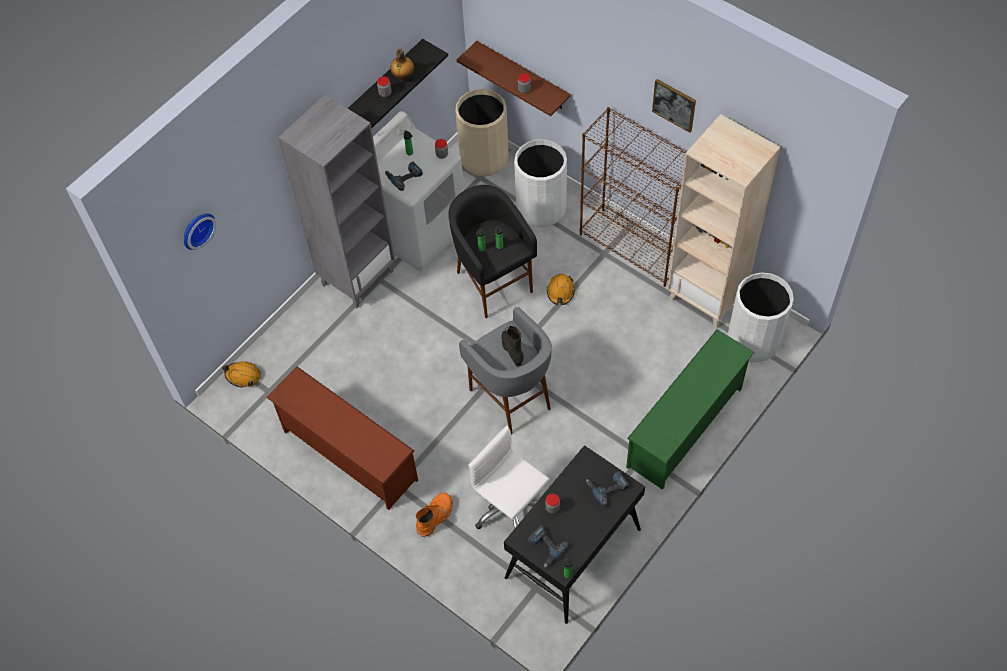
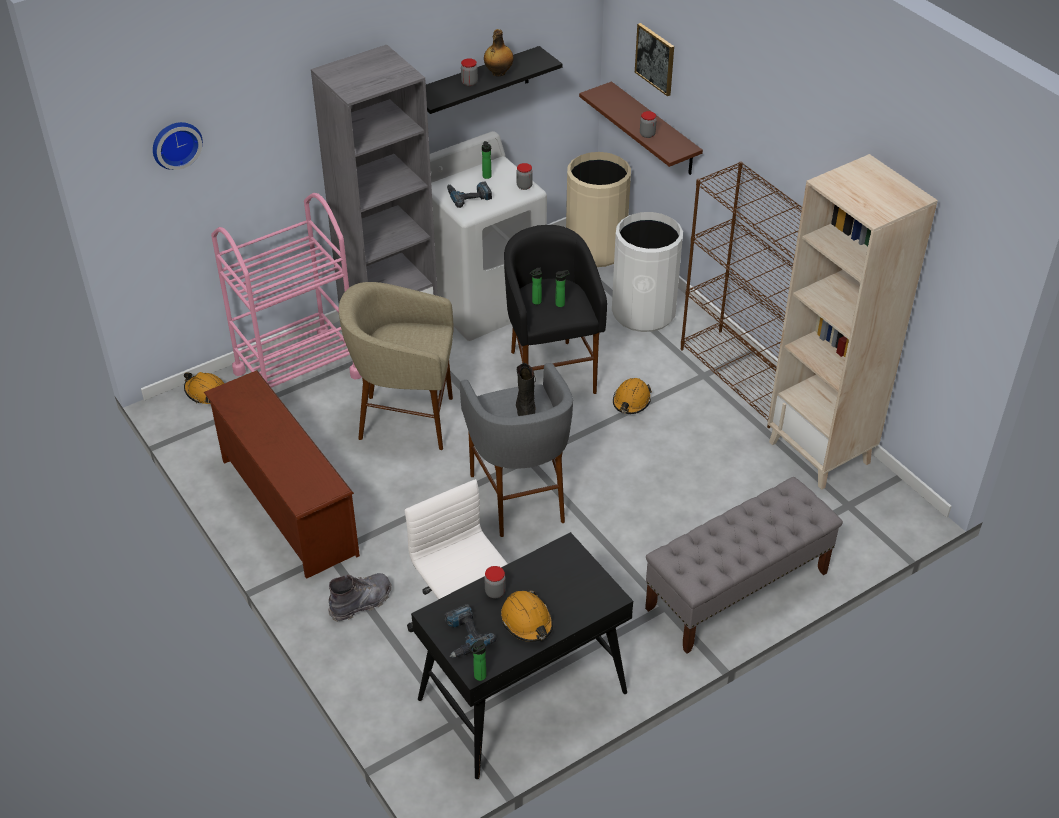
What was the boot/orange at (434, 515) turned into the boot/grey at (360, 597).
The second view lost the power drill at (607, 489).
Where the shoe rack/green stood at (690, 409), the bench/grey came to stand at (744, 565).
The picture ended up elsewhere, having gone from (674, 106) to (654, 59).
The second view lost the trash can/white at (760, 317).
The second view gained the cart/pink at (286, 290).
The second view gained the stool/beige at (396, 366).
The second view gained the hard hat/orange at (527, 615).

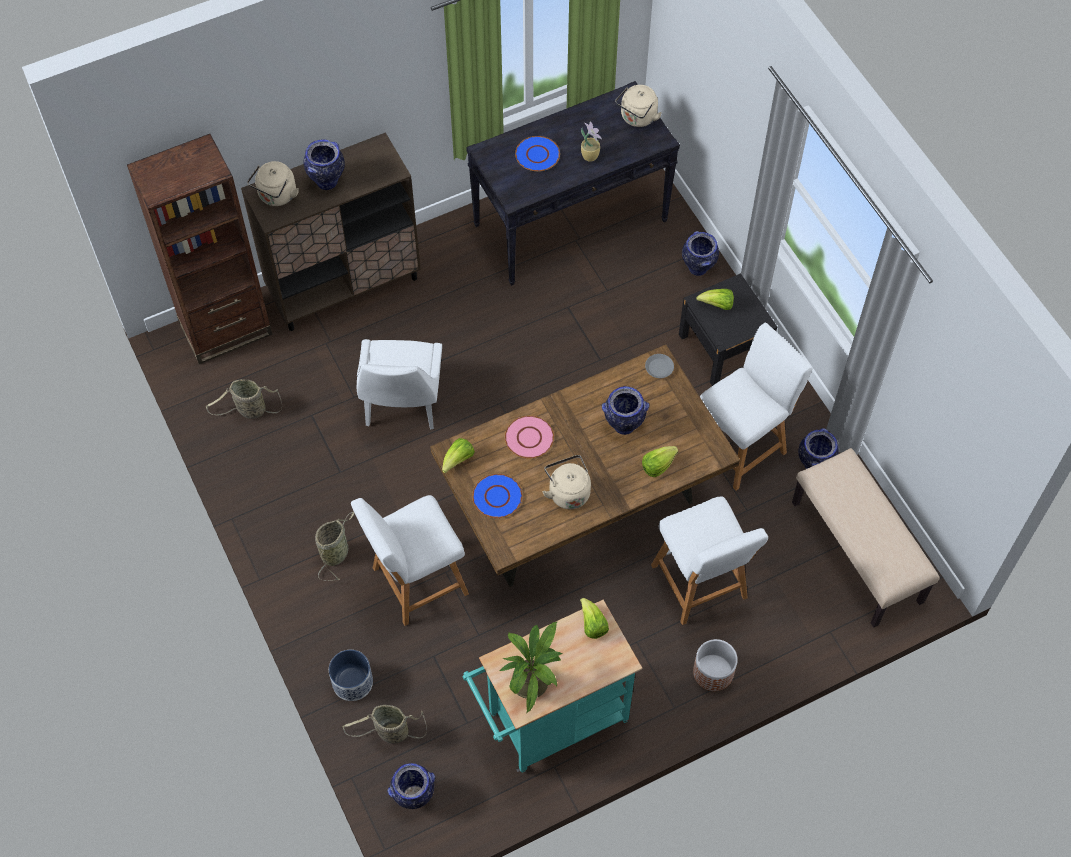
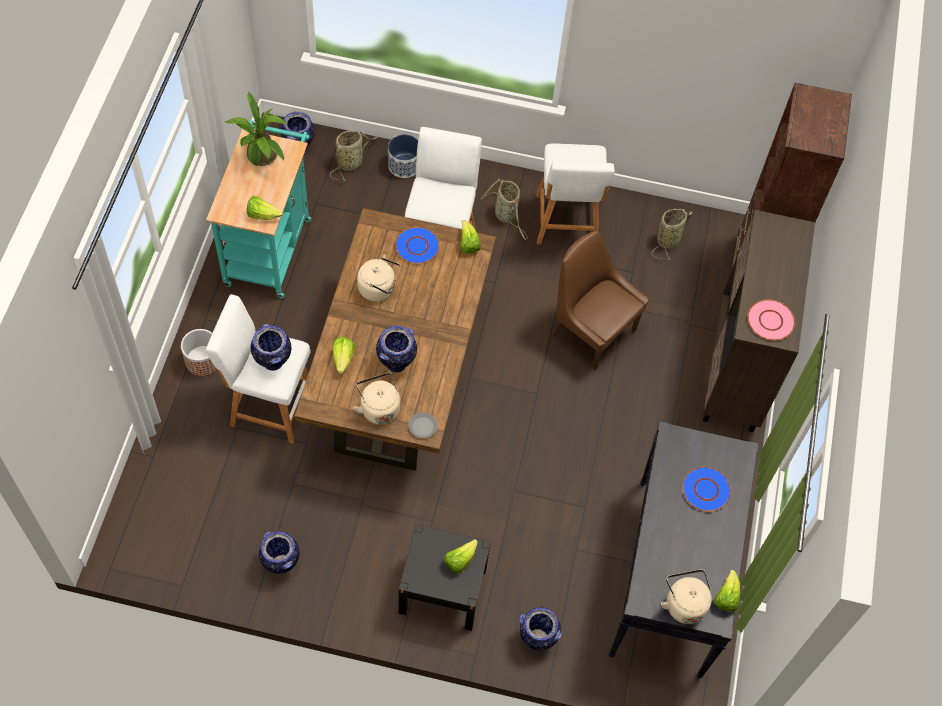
The kettle/beige ended up elsewhere, having gone from (273, 183) to (376, 399).
The vase ended up elsewhere, having gone from (324, 164) to (271, 347).
What was the chair/white at (399, 384) turned into the chair/brown at (601, 300).
The plate/pink ended up elsewhere, having gone from (529, 437) to (771, 320).
The second view lost the potted plant at (591, 142).
The stool/white ended up elsewhere, having gone from (756, 406) to (575, 193).
The second view lost the bench/beige at (865, 538).
The second view gained the lettuce at (727, 591).

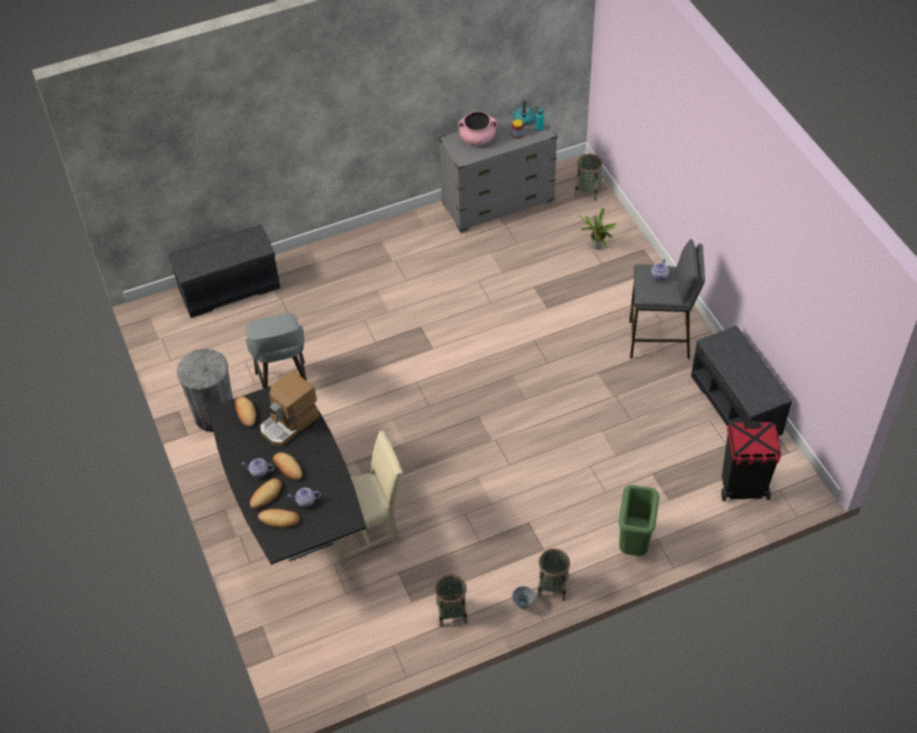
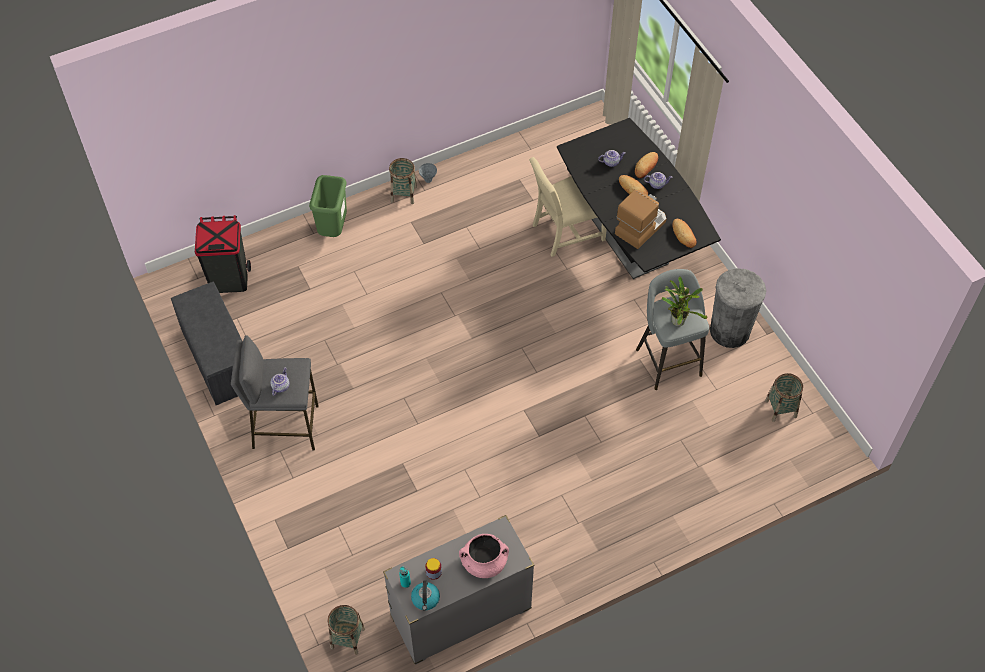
The second view lost the bench/grey at (224, 271).
The second view lost the bread at (279, 518).
The basket ended up elsewhere, having gone from (451, 601) to (784, 397).
The potted plant ended up elsewhere, having gone from (597, 228) to (684, 301).

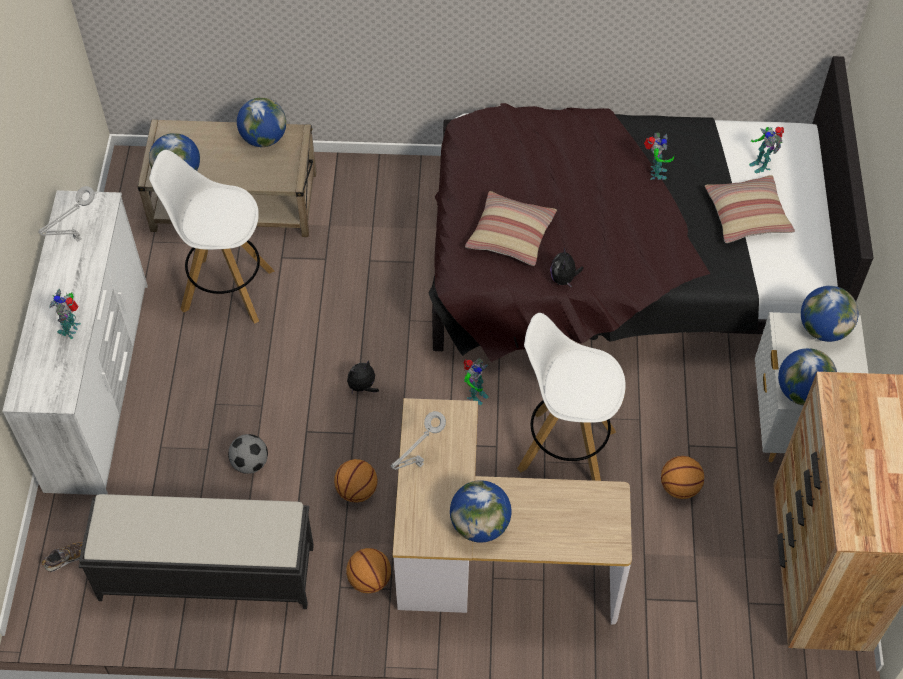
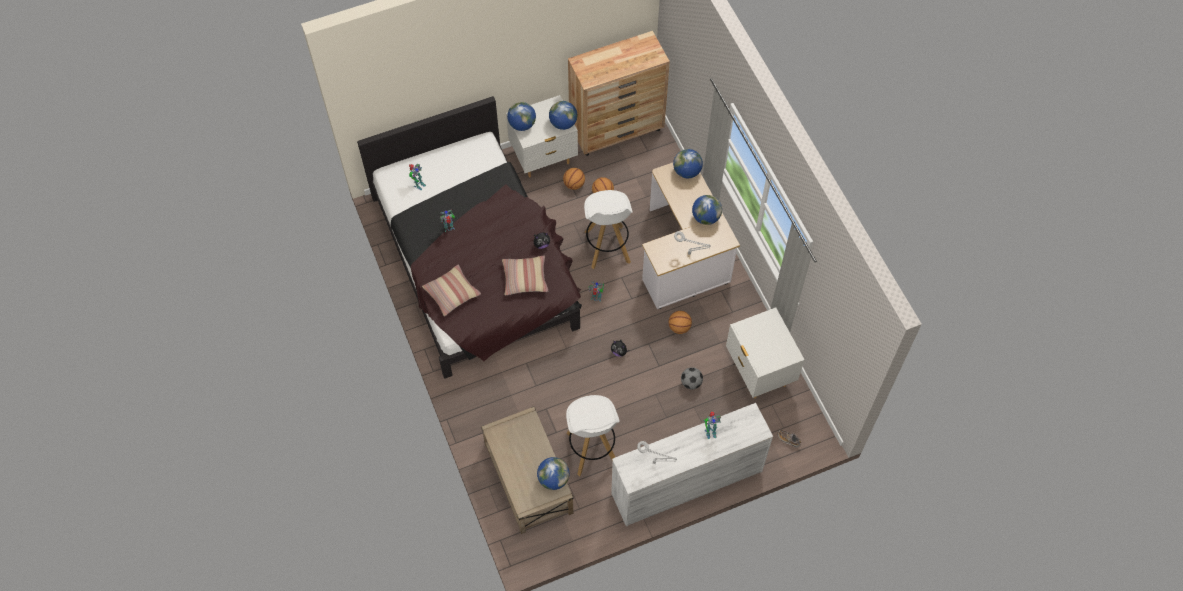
Where the bench/black stood at (196, 551), the nightstand/white came to stand at (765, 353).
The globe ended up elsewhere, having gone from (261, 122) to (688, 164).
The basketball ended up elsewhere, having gone from (368, 570) to (574, 179).
The pillow ended up elsewhere, having gone from (750, 209) to (451, 290).

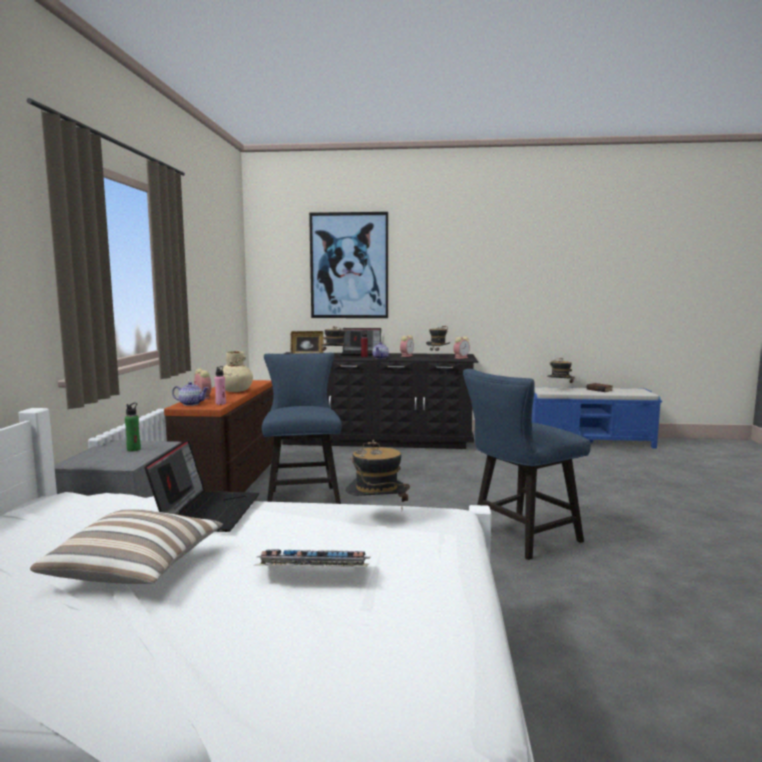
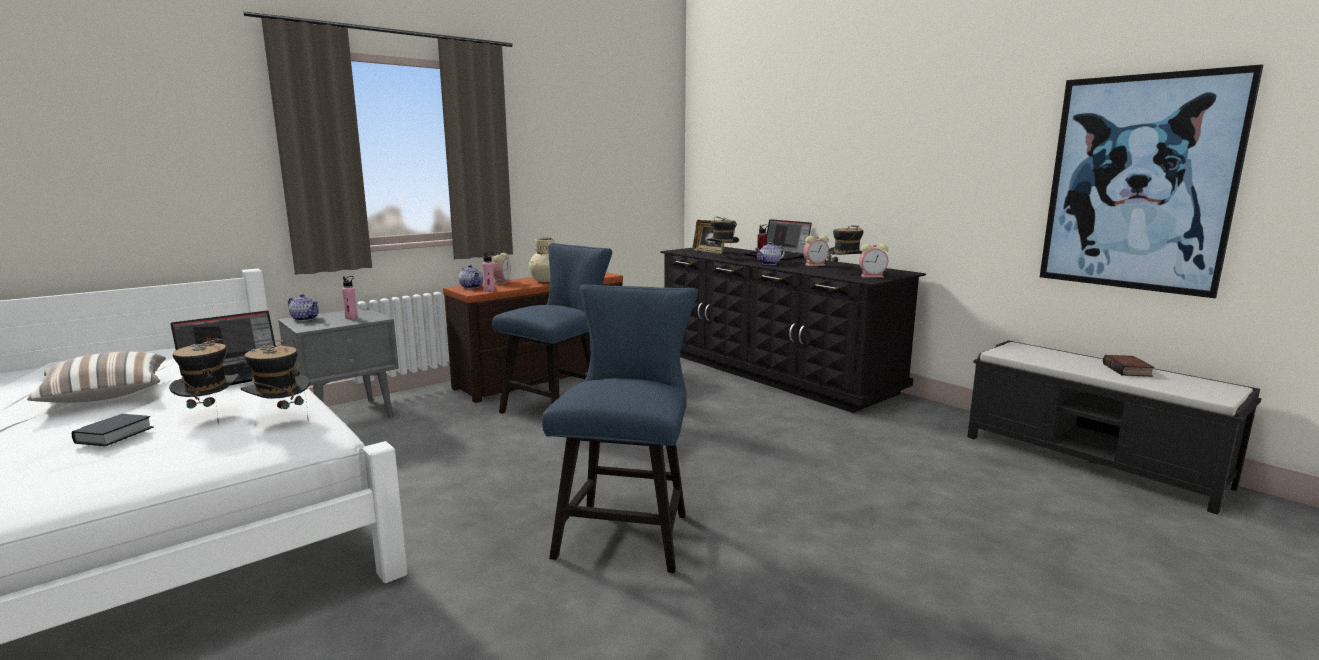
What was the bottle/green at (133, 427) turned into the bottle/pink at (350, 297).
Where the keyboard stood at (312, 558), the book came to stand at (113, 430).
The picture ended up elsewhere, having gone from (348, 265) to (1151, 181).
The chair/blue at (527, 464) ended up facing another way, 90 degrees clockwise from before.
What was the bench/blue at (597, 418) turned into the bench/black at (1114, 427).
The hat ended up elsewhere, having gone from (561, 373) to (204, 381).
The second view gained the teapot at (303, 307).

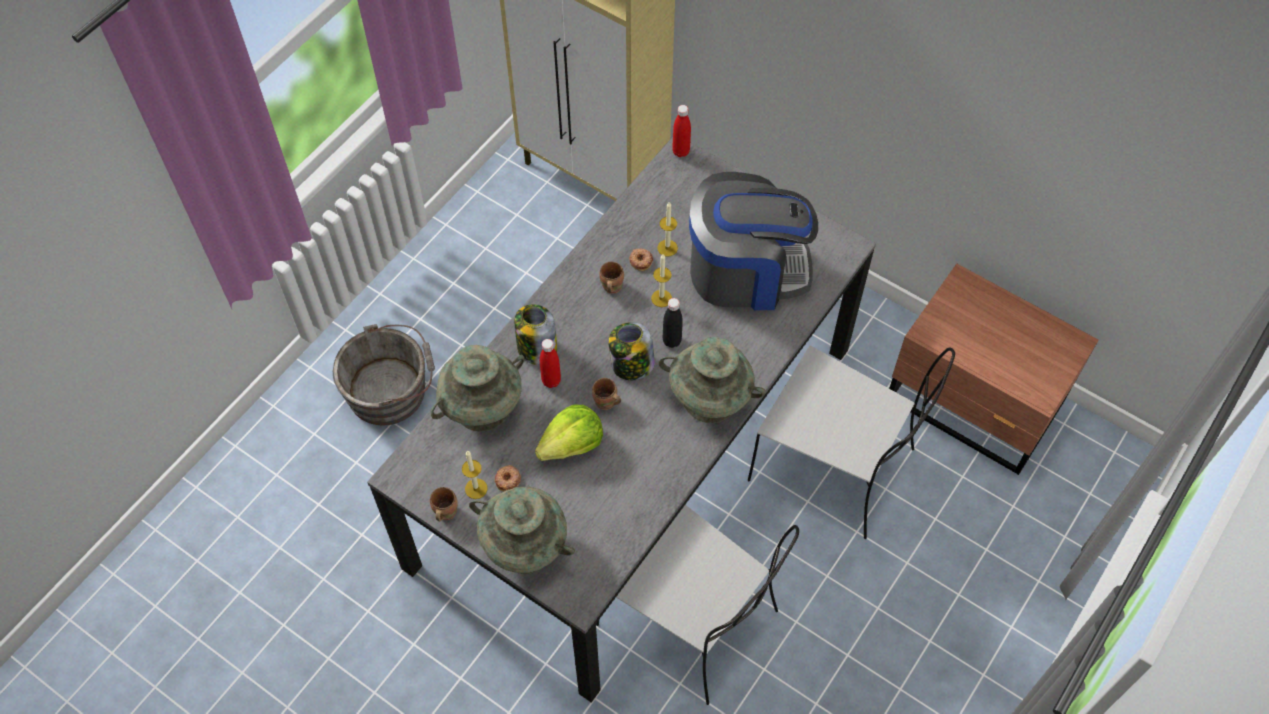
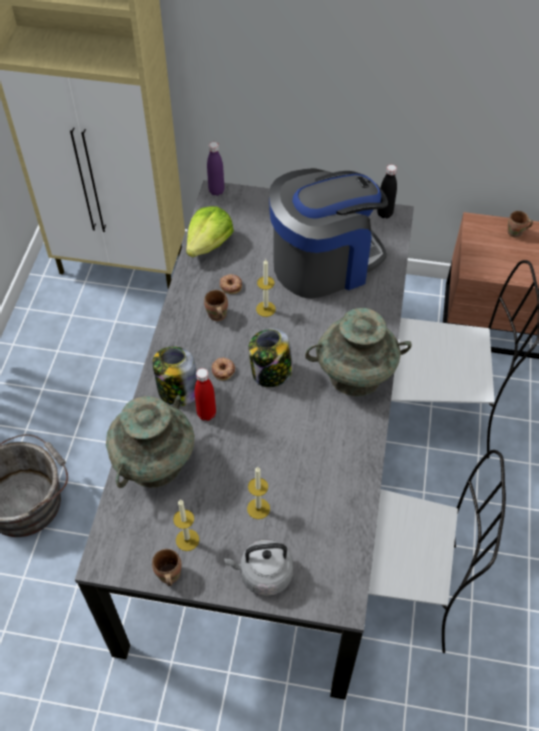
Where the vase/turquoise stood at (522, 530), the kettle/grey came to stand at (258, 567).
The donut ended up elsewhere, having gone from (508, 478) to (223, 369).
The lettuce ended up elsewhere, having gone from (569, 432) to (210, 231).
The mug/brown ended up elsewhere, having gone from (606, 394) to (520, 224).
The candle ended up elsewhere, having gone from (667, 229) to (258, 493).
The bottle/black ended up elsewhere, having gone from (673, 323) to (387, 191).
What was the bottle/red at (681, 131) turned into the bottle/purple at (215, 169).

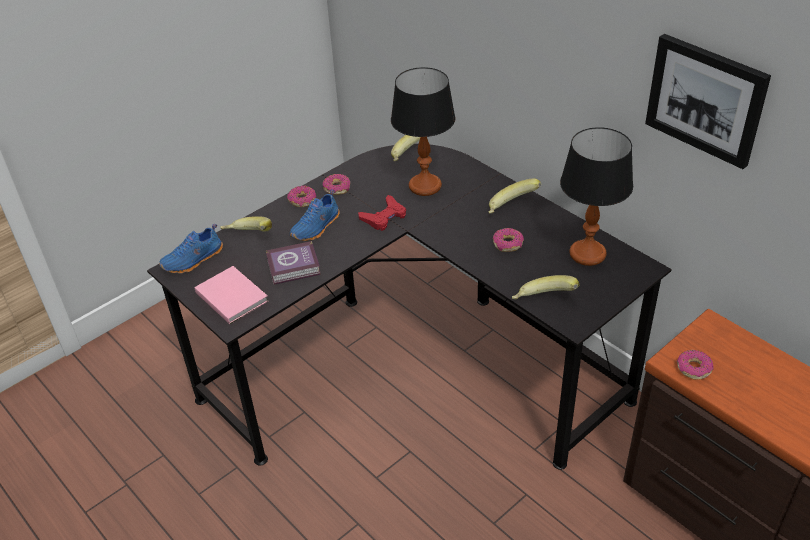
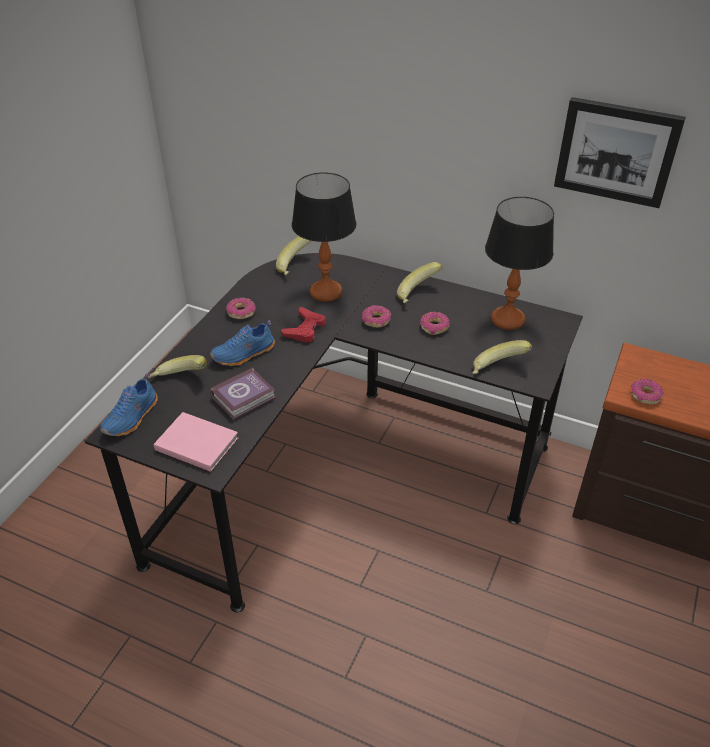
The donut ended up elsewhere, having gone from (301, 196) to (376, 316).
The shoe/blue at (315, 215) ended up facing another way, 45 degrees clockwise from before.

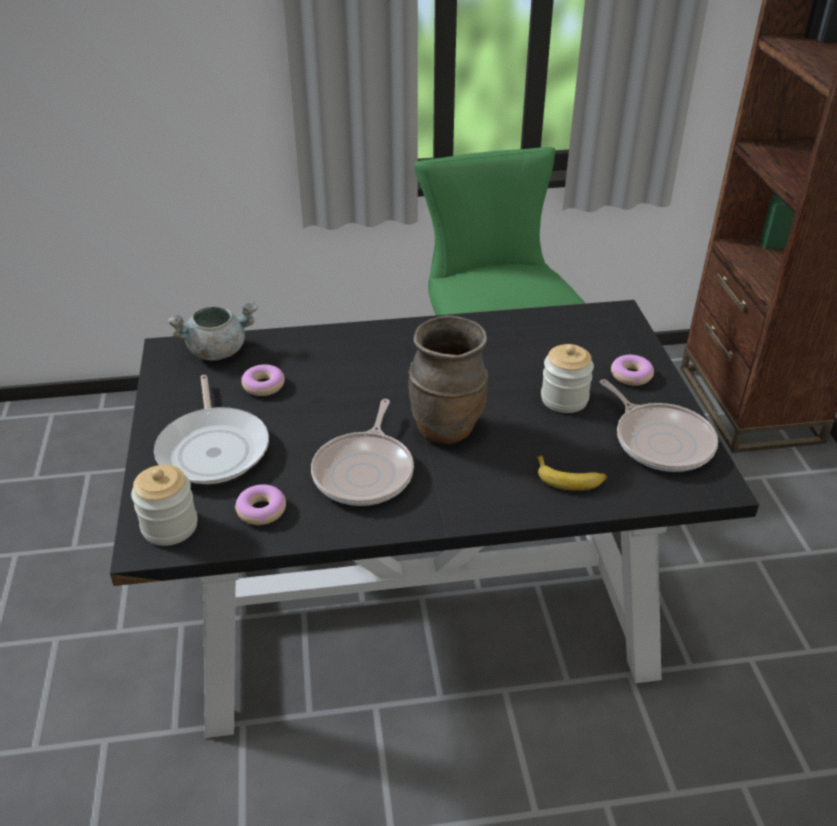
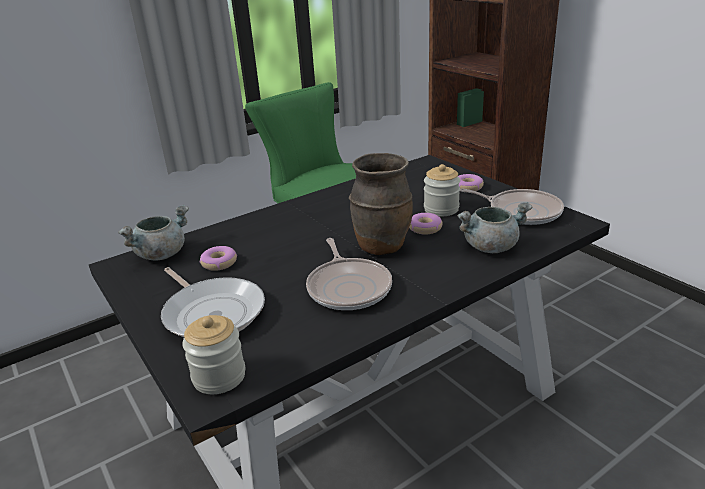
The donut ended up elsewhere, having gone from (260, 504) to (426, 224).
Where the banana stood at (572, 473), the cooking pot/grey came to stand at (494, 227).

